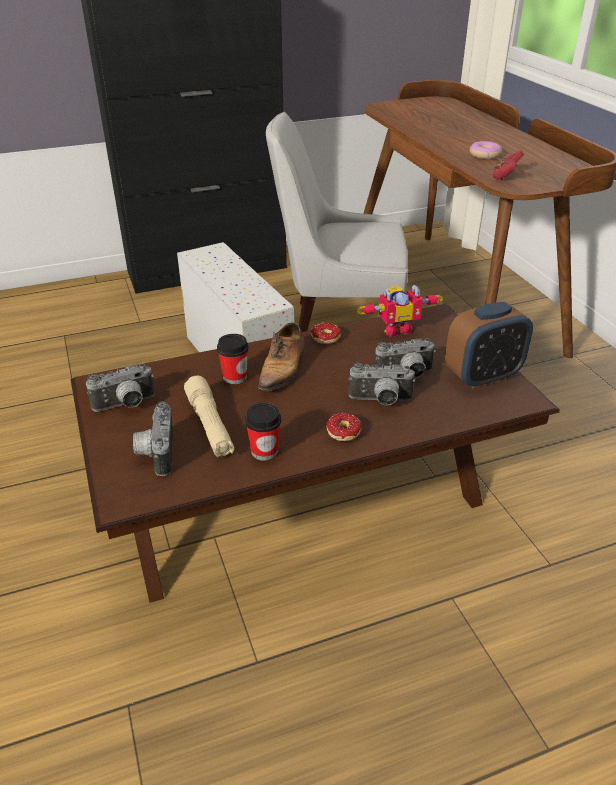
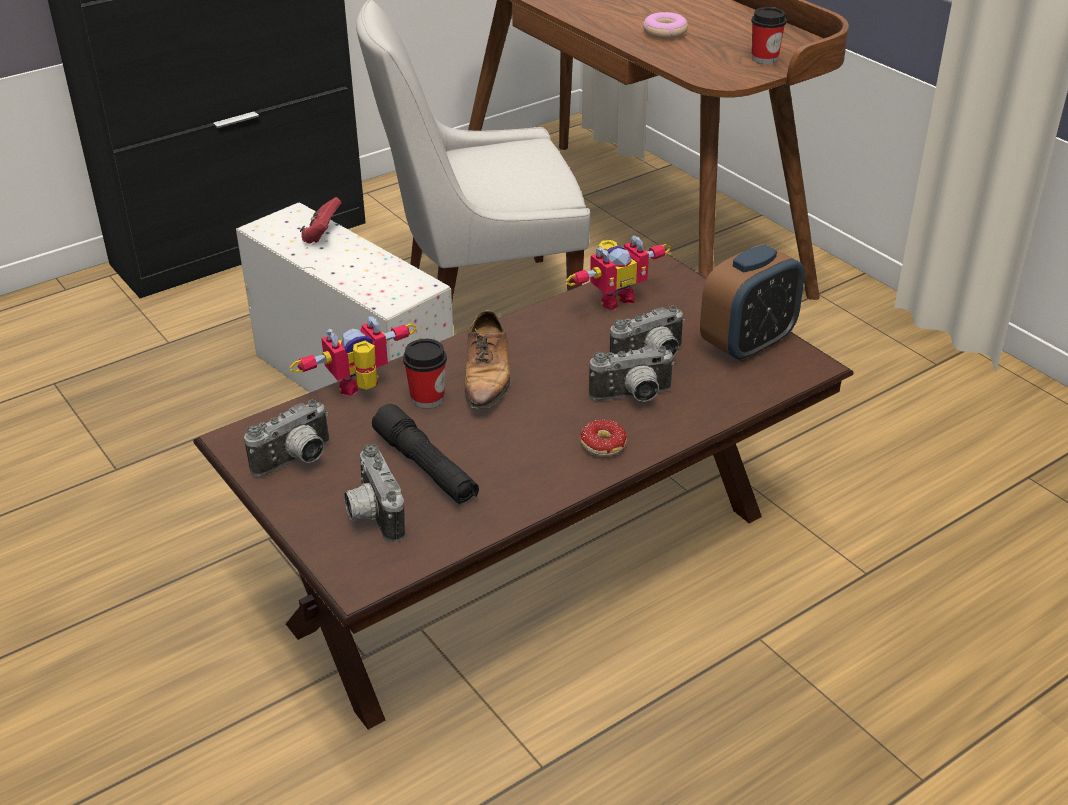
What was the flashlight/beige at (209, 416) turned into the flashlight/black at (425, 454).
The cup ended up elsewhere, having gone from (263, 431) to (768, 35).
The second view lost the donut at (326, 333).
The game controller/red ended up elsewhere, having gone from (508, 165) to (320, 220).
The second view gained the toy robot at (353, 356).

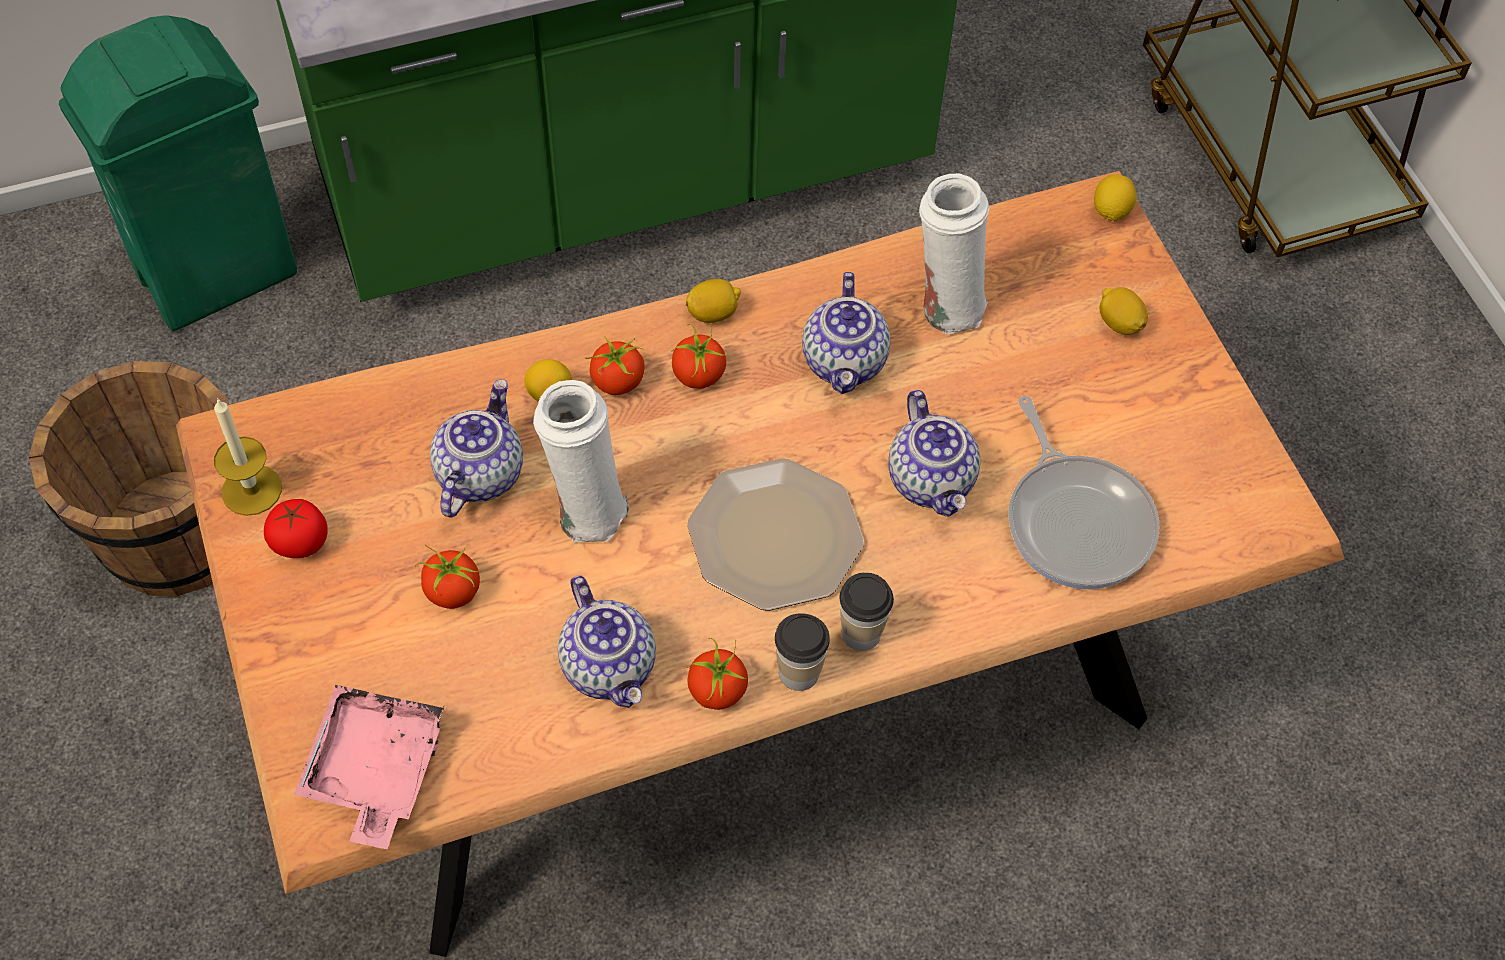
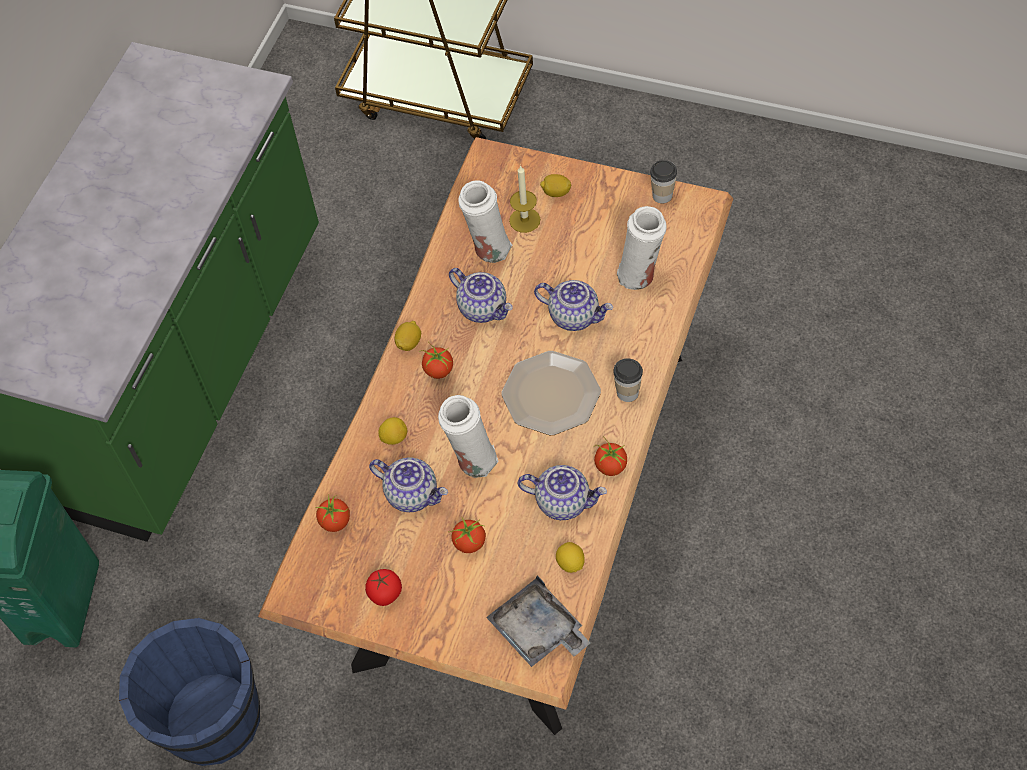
What was the bucket/brown at (128, 479) turned into the bucket/blue at (189, 692).
The candle ended up elsewhere, having gone from (248, 457) to (524, 199).
What was the tray/pink at (369, 767) turned into the tray/grey at (538, 621).
The teapot at (476, 448) ended up facing another way, 150 degrees clockwise from before.
The tomato ended up elsewhere, having gone from (615, 365) to (332, 513).
The cup ended up elsewhere, having gone from (802, 652) to (663, 181).
Where the frying pan stood at (1084, 492), the vase/white came to stand at (642, 248).
The lemon ended up elsewhere, having gone from (1115, 197) to (570, 557).

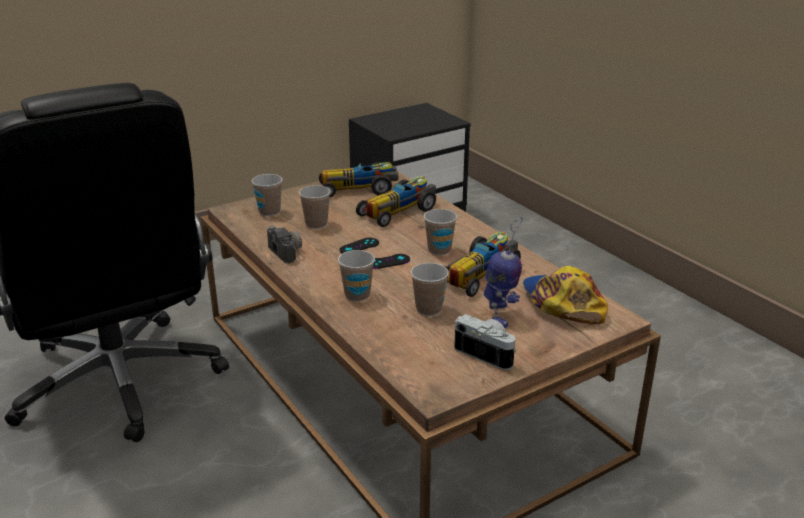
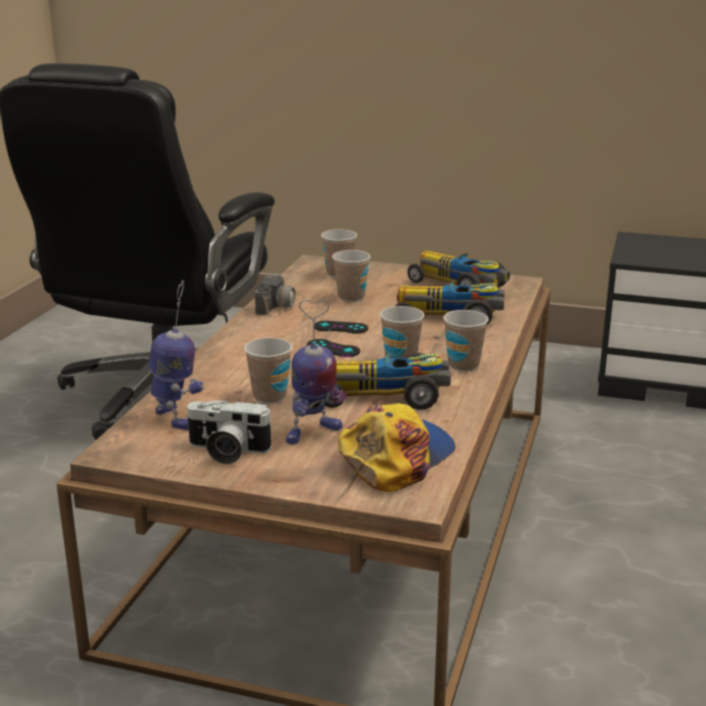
The cup ended up elsewhere, having gone from (356, 276) to (466, 341).
The photo camera at (485, 342) ended up facing another way, 105 degrees clockwise from before.
The second view gained the toy robot at (176, 355).

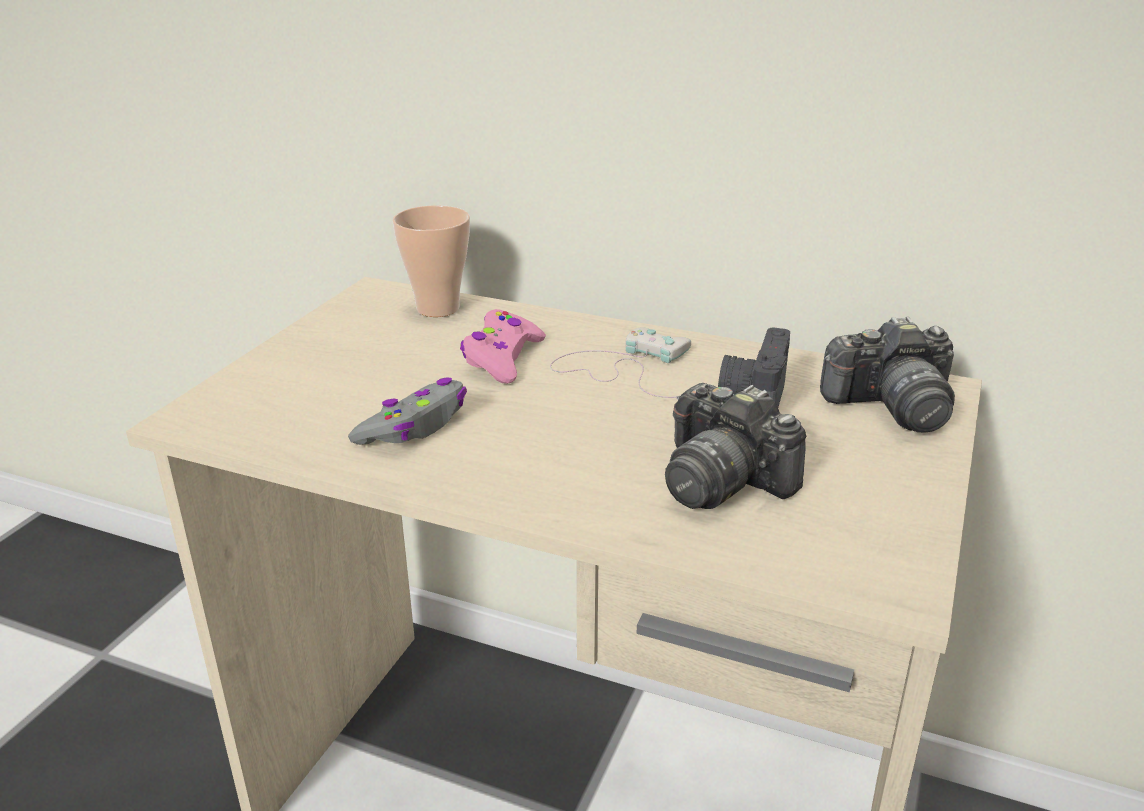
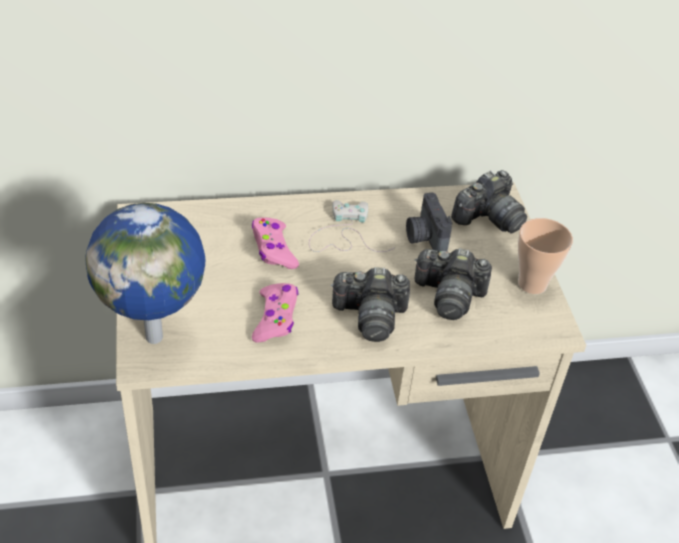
What was the game controller/grey at (407, 411) turned into the game controller/pink at (275, 313).
The cup ended up elsewhere, having gone from (431, 261) to (545, 256).
The second view gained the globe at (145, 273).
The second view gained the photo camera at (370, 304).

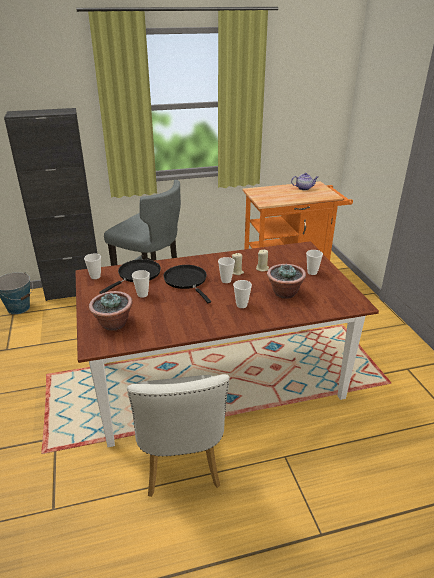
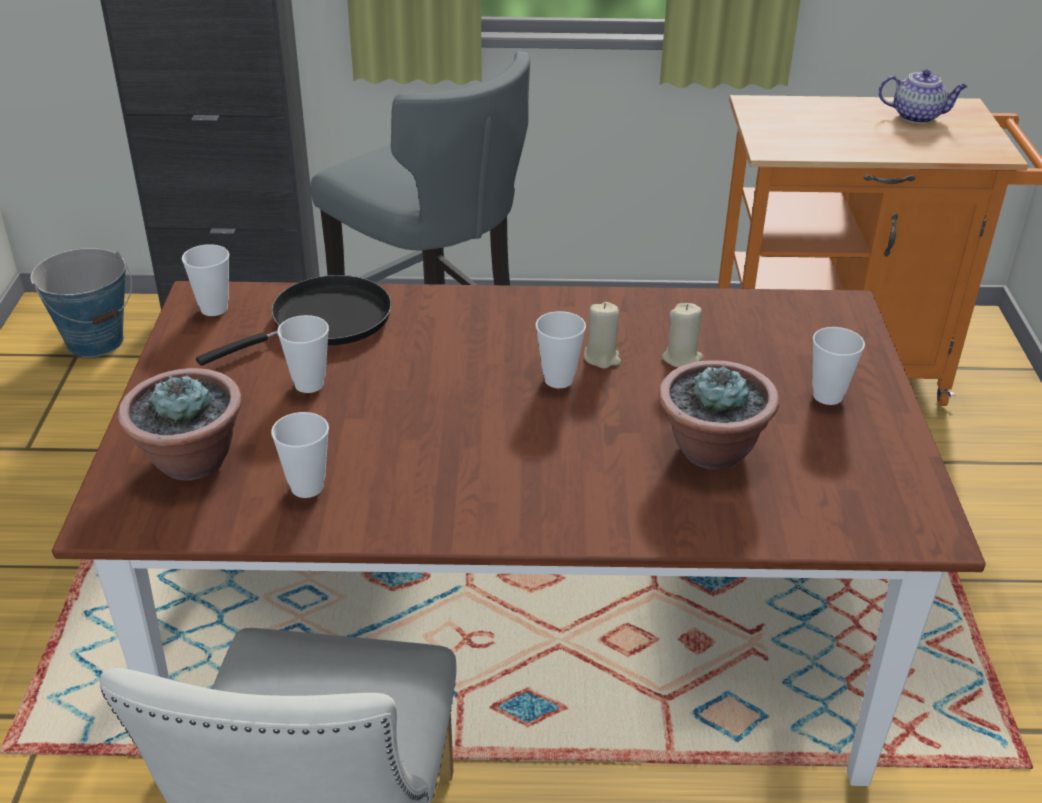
The second view lost the frying pan/black at (187, 284).
The cup ended up elsewhere, having gone from (242, 294) to (300, 455).

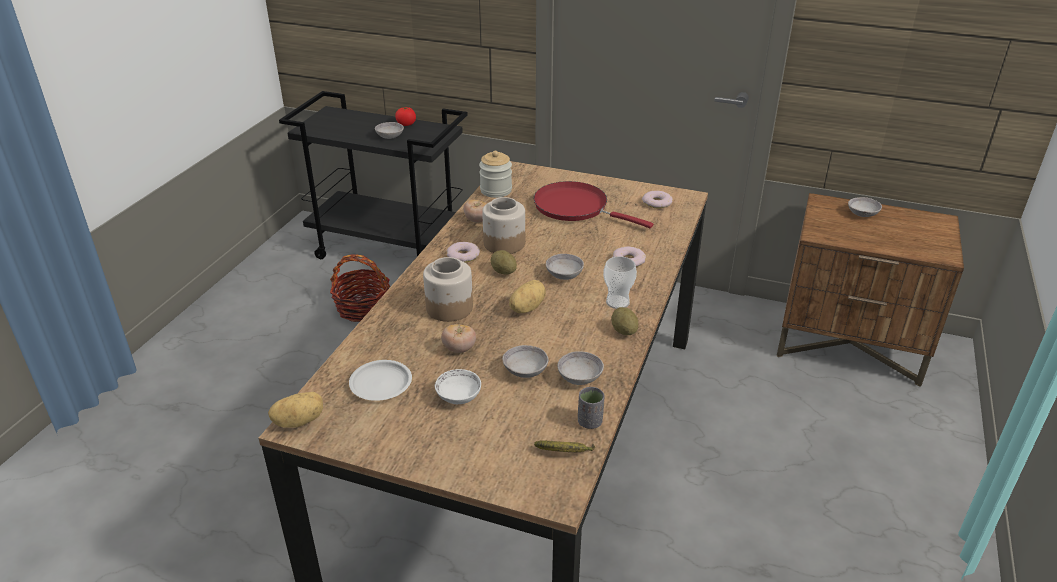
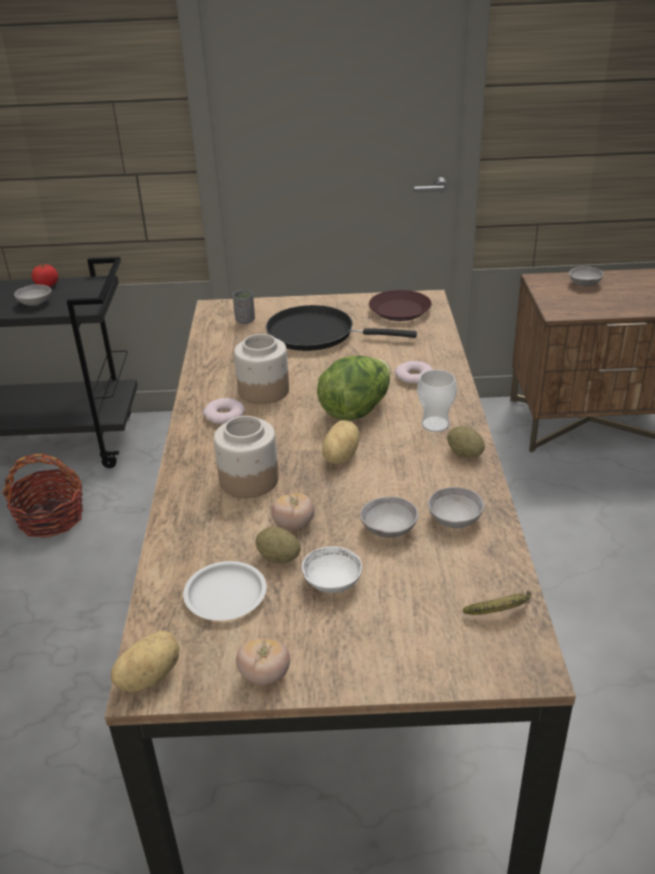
The tomato ended up elsewhere, having gone from (475, 211) to (263, 662).
The second view lost the jar at (495, 174).
The potato ended up elsewhere, having gone from (504, 262) to (277, 545).
What was the frying pan/red at (593, 204) turned into the frying pan/black at (341, 328).
Where the bowl/grey stood at (565, 267), the lettuce came to stand at (354, 388).
The cup/grey ended up elsewhere, having gone from (591, 408) to (244, 307).
Where the donut stood at (657, 199), the plate/brown came to stand at (400, 305).

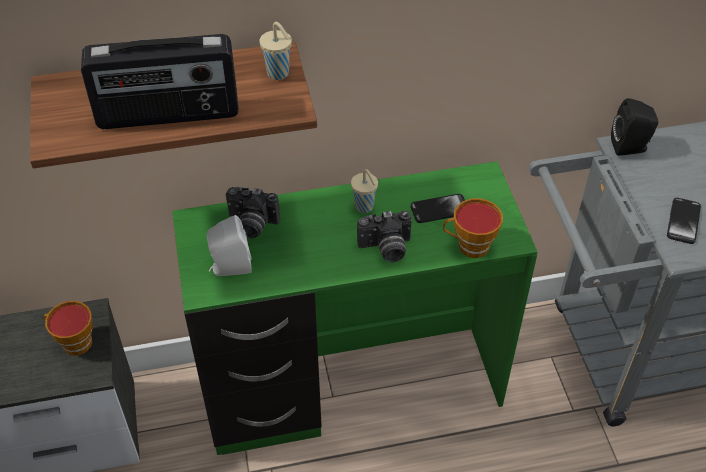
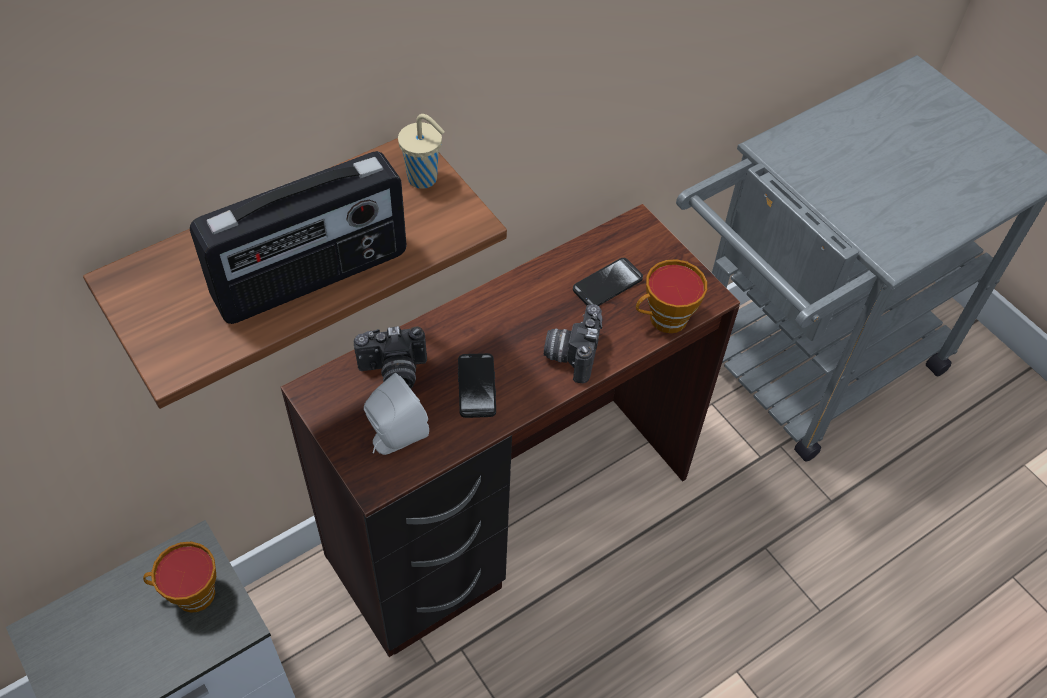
What was the desk/green at (355, 308) turned into the desk/brown at (510, 430).
The second view lost the cup/beige at (364, 191).
The photo camera at (384, 236) ended up facing another way, 135 degrees clockwise from before.
The second view lost the speaker/black at (634, 127).
The phone ended up elsewhere, having gone from (684, 221) to (477, 385).

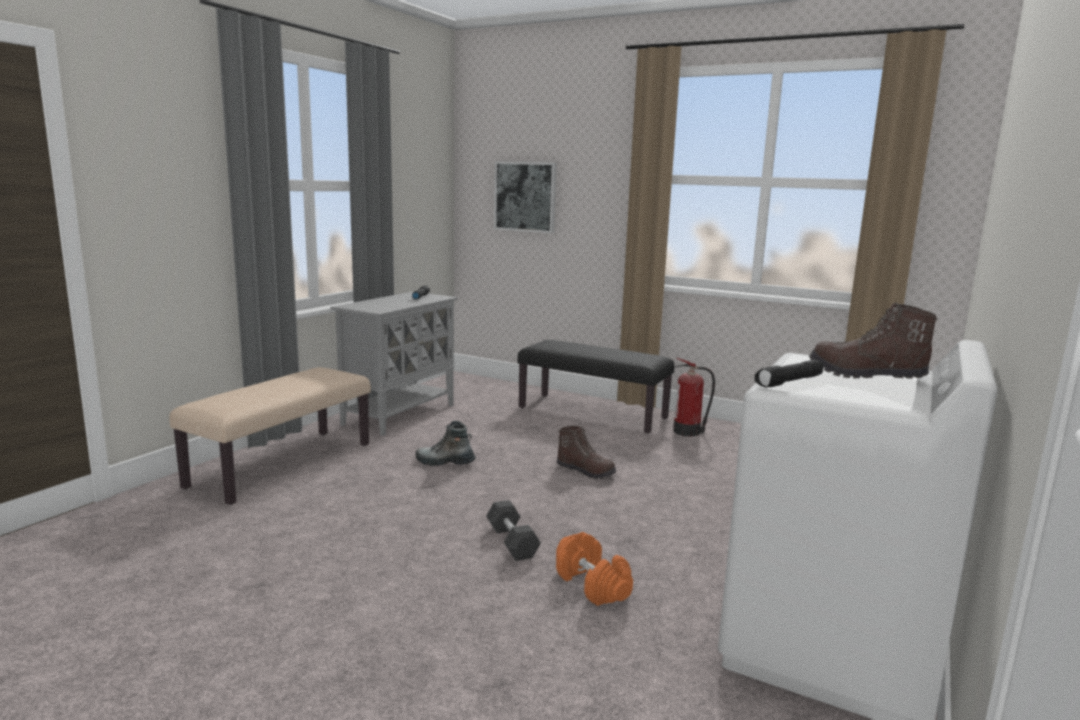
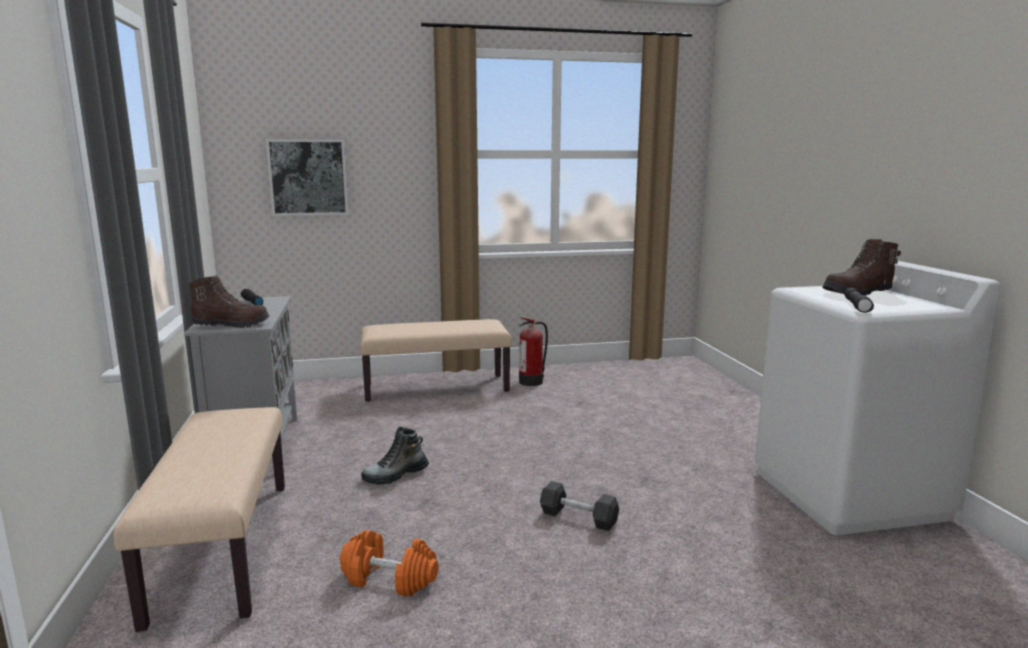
What was the bench/black at (595, 386) turned into the bench/beige at (436, 360).
The dumbbell/orange ended up elsewhere, having gone from (594, 569) to (389, 563).
The boot/brown ended up elsewhere, having gone from (587, 452) to (229, 301).

